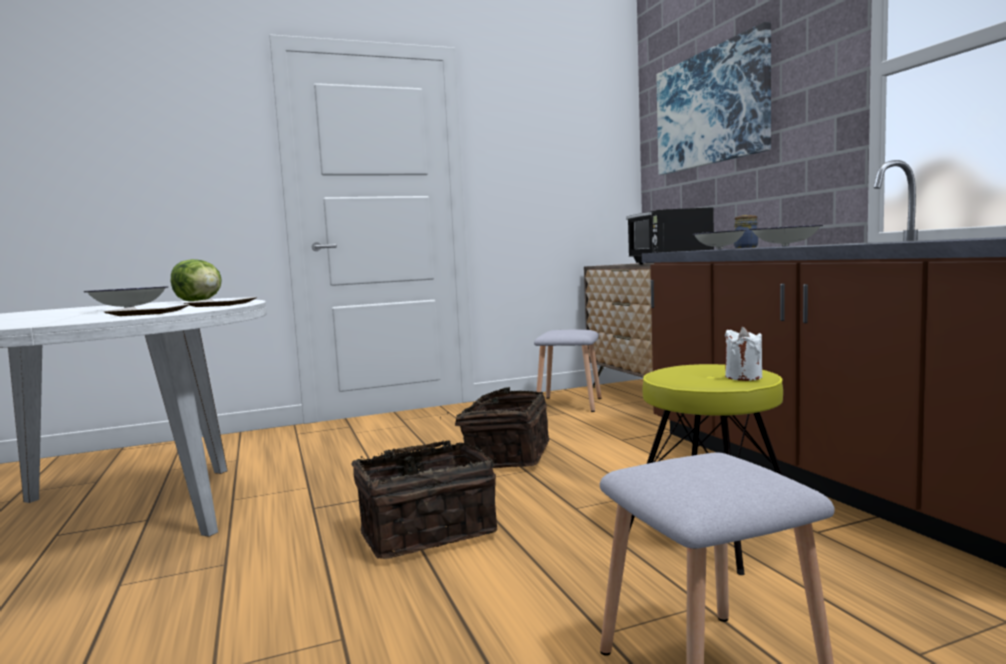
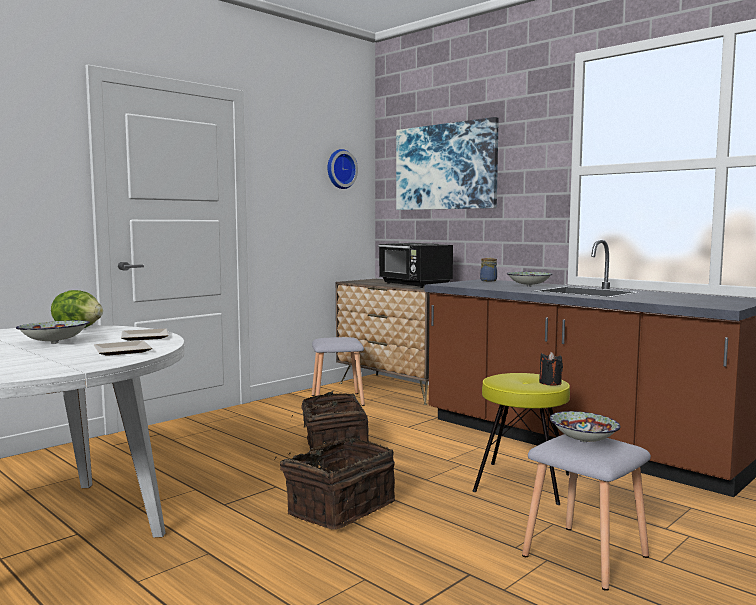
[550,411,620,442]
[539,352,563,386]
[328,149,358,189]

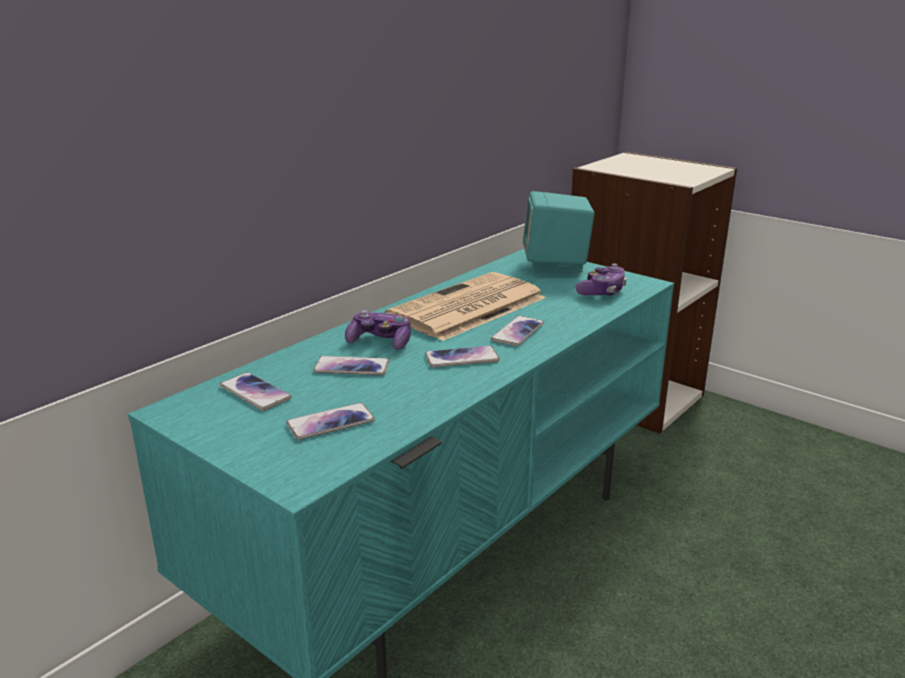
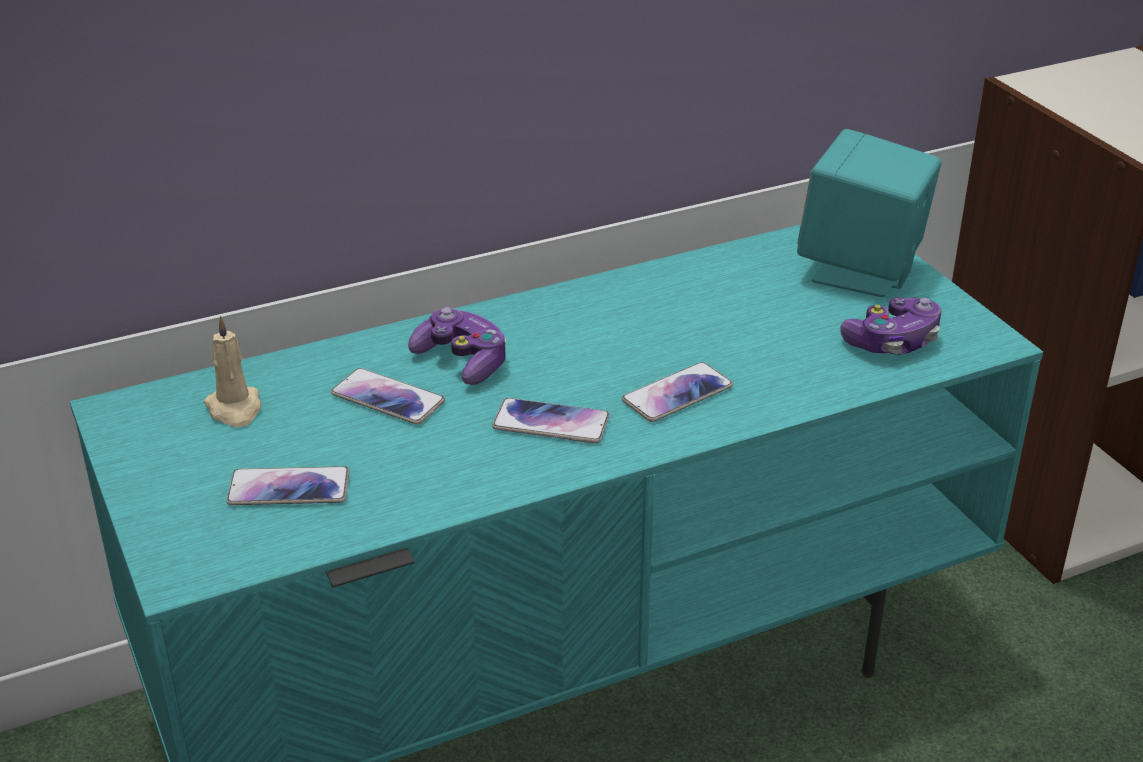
[385,272,546,341] (first image)
[204,315,261,427]

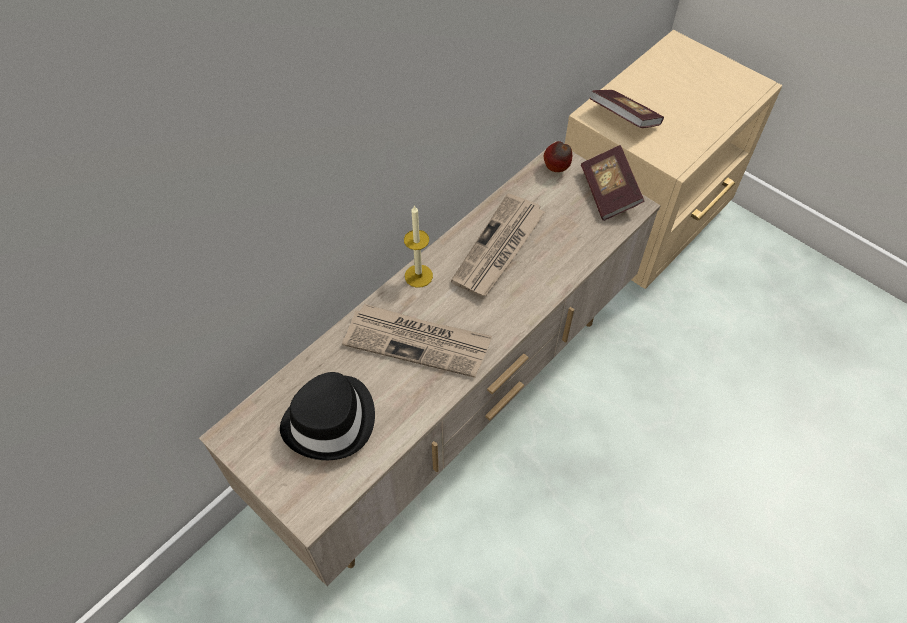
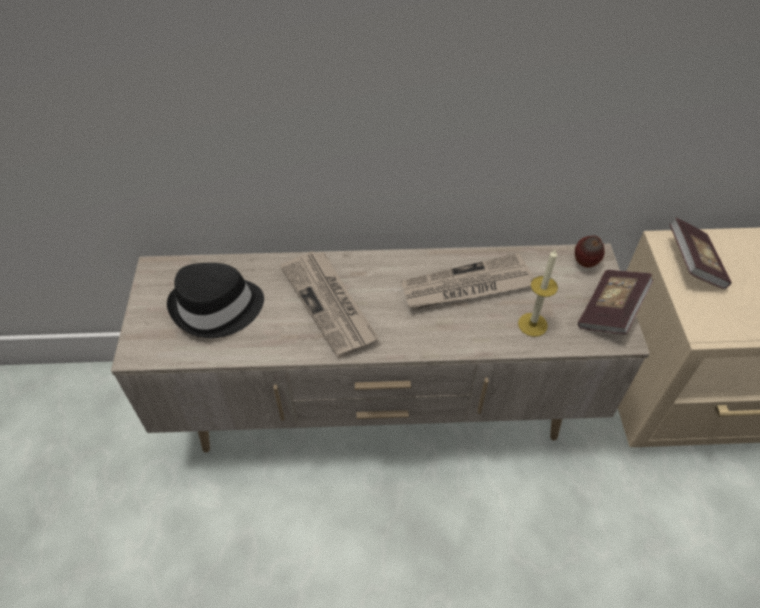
[518,248,558,337]

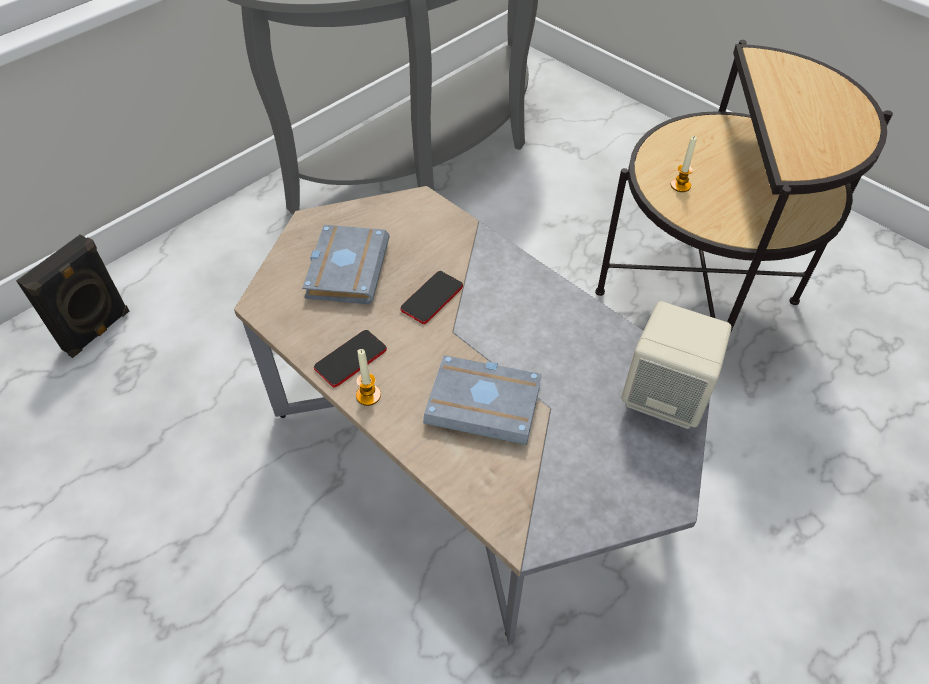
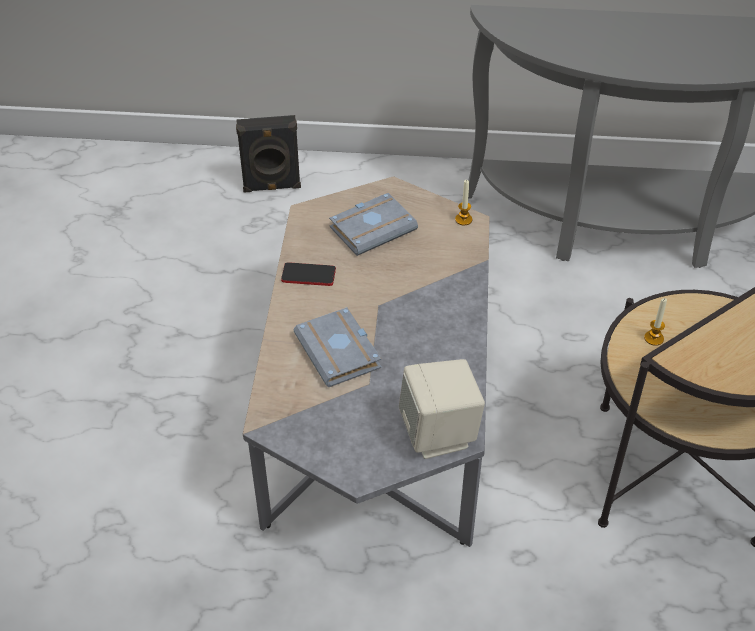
[400,271,463,324] (first image)
[455,180,472,225]

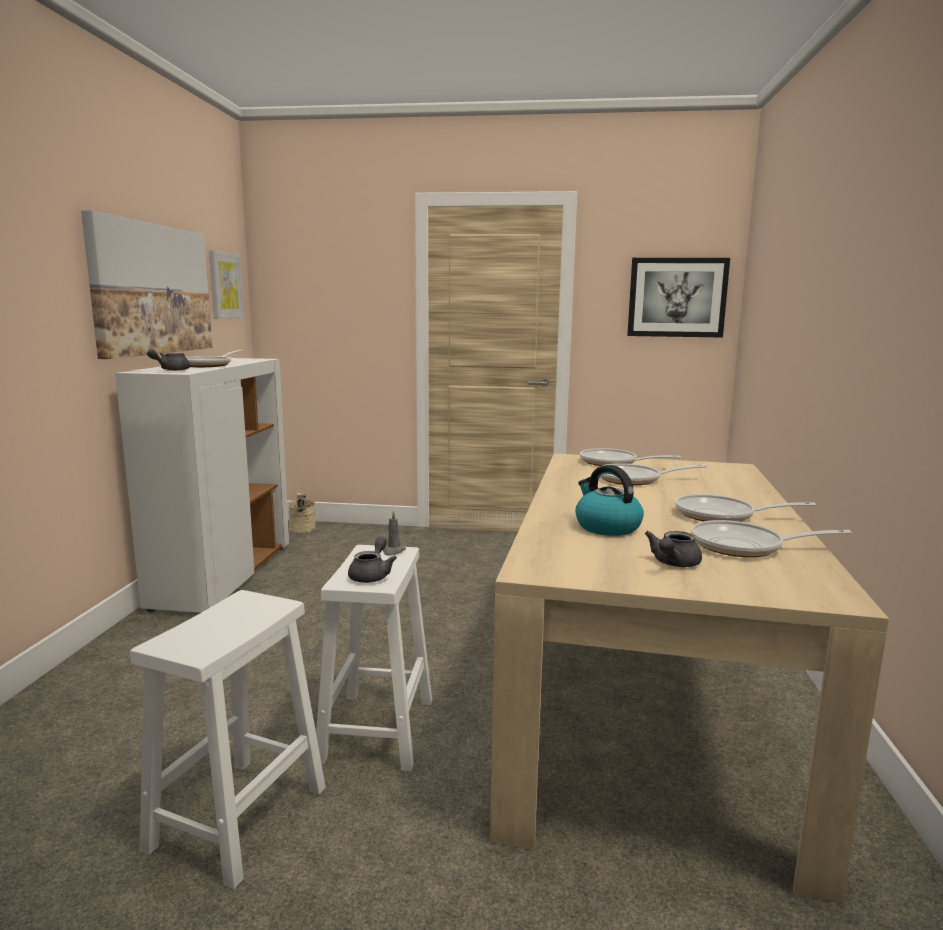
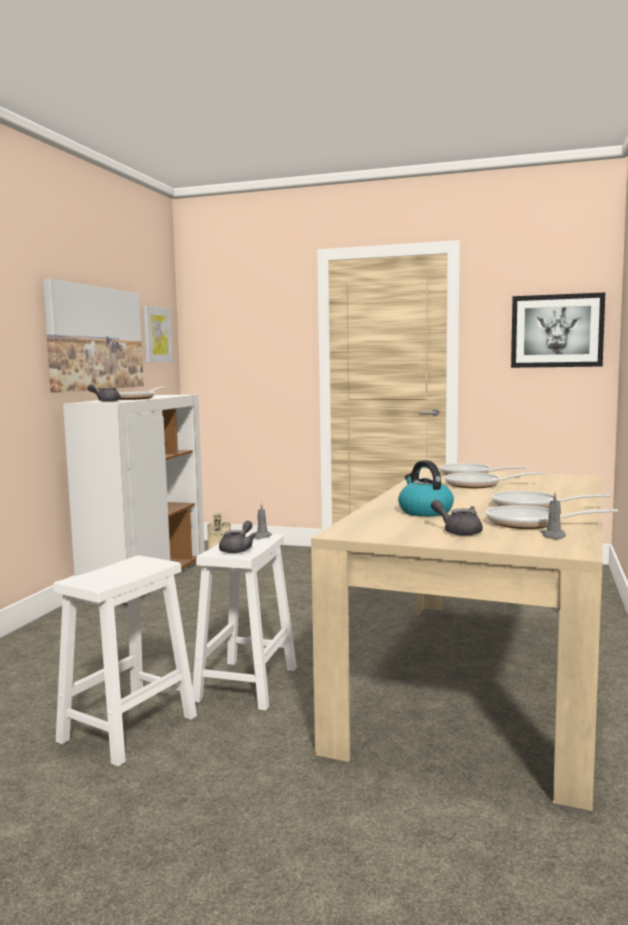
[431,500,483,536]
[541,492,566,540]

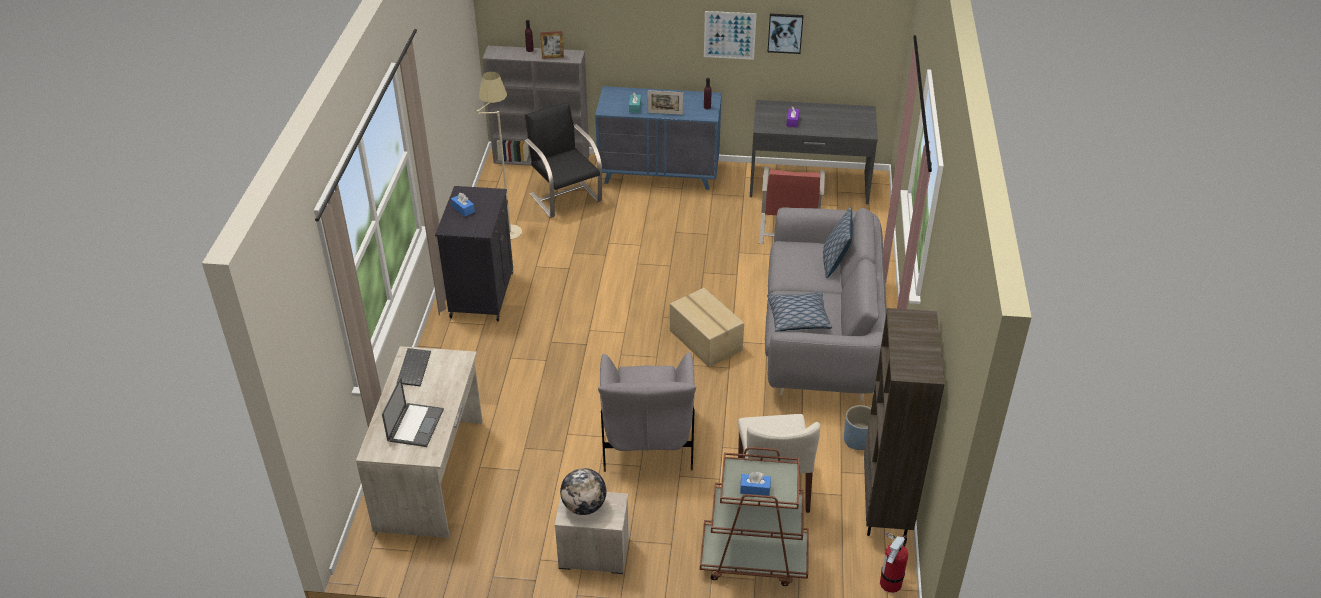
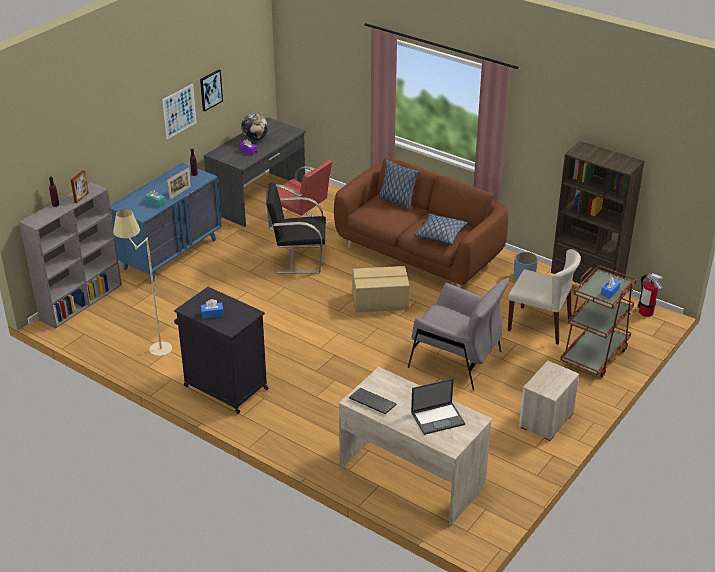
[267,182,326,274]
[334,157,508,288]
[411,379,465,435]
[241,113,268,141]

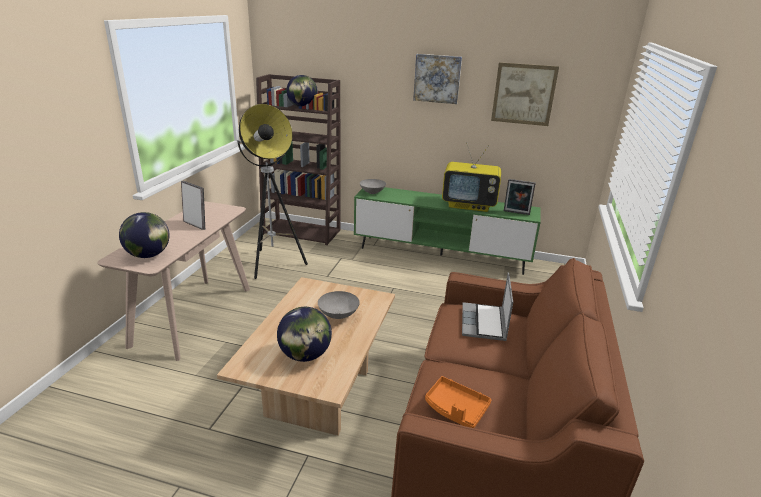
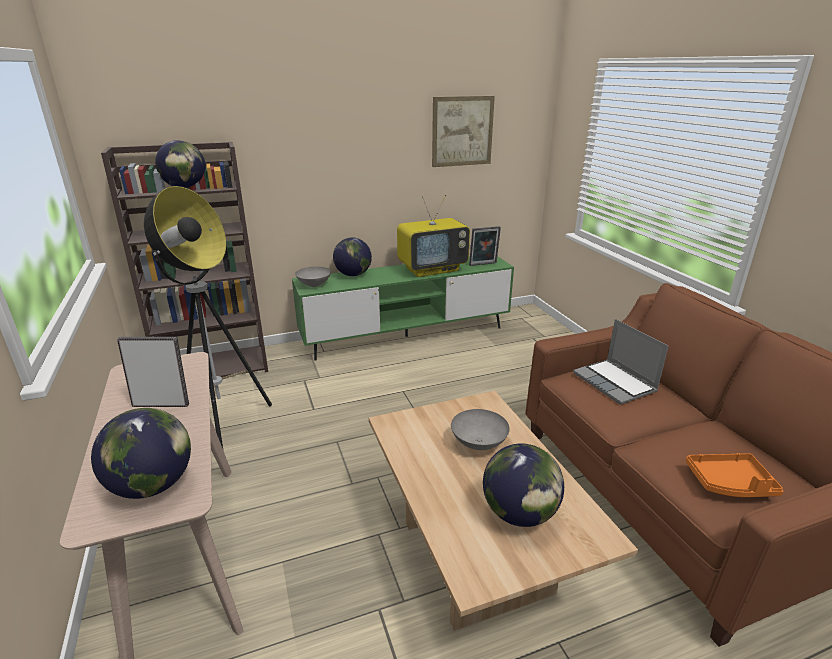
[413,54,462,104] (first image)
[333,237,372,276]

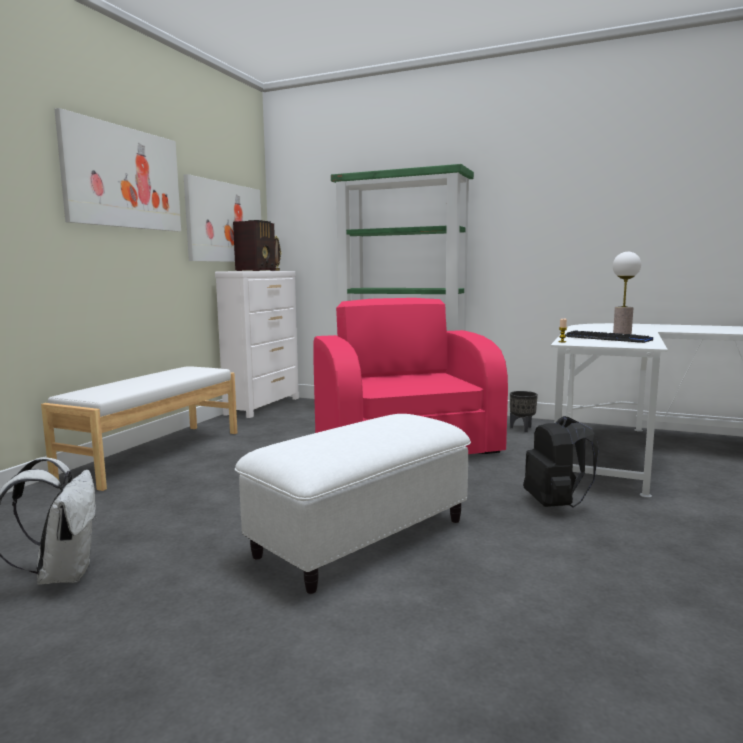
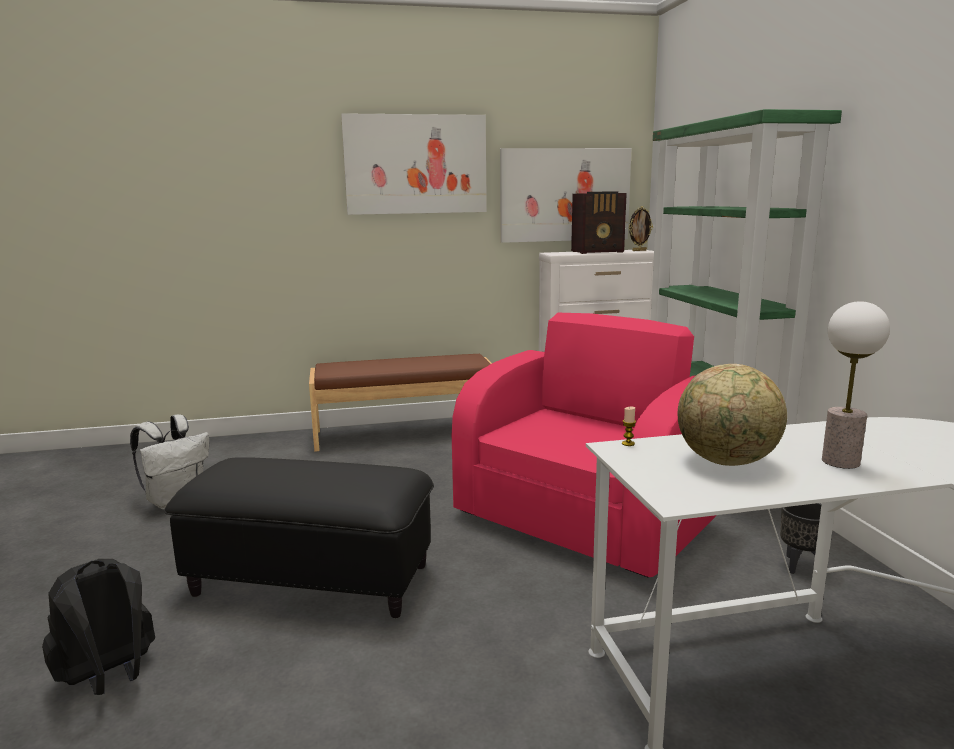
[677,364,787,466]
[309,354,492,452]
[164,457,434,618]
[42,559,155,695]

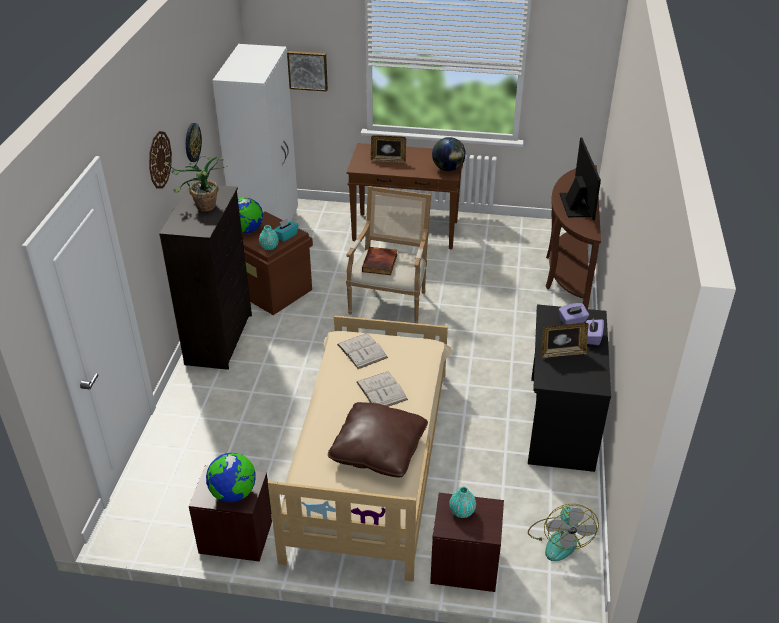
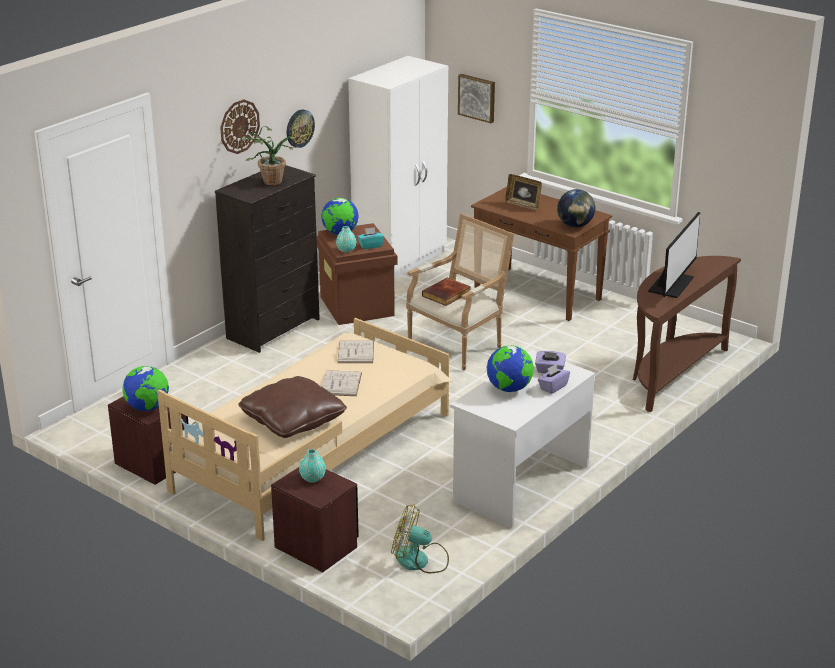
[450,350,595,528]
[487,345,534,392]
[391,504,449,573]

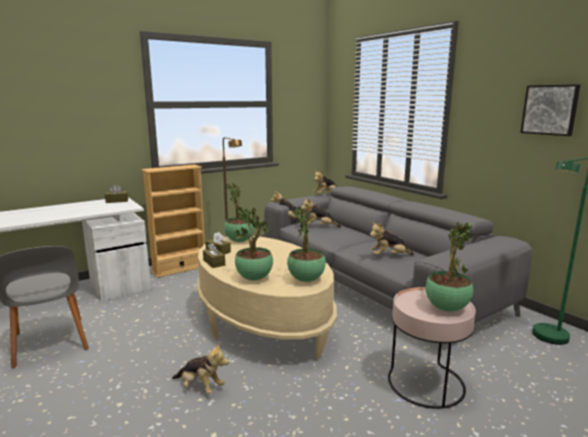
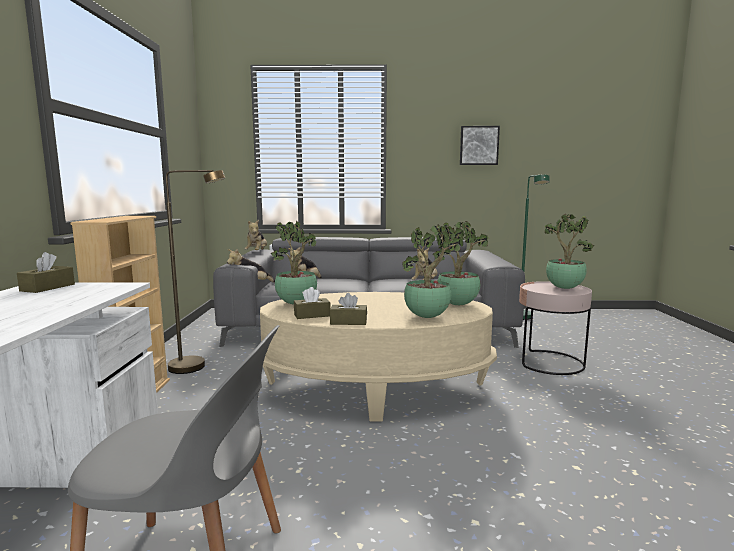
[172,343,229,394] (first image)

